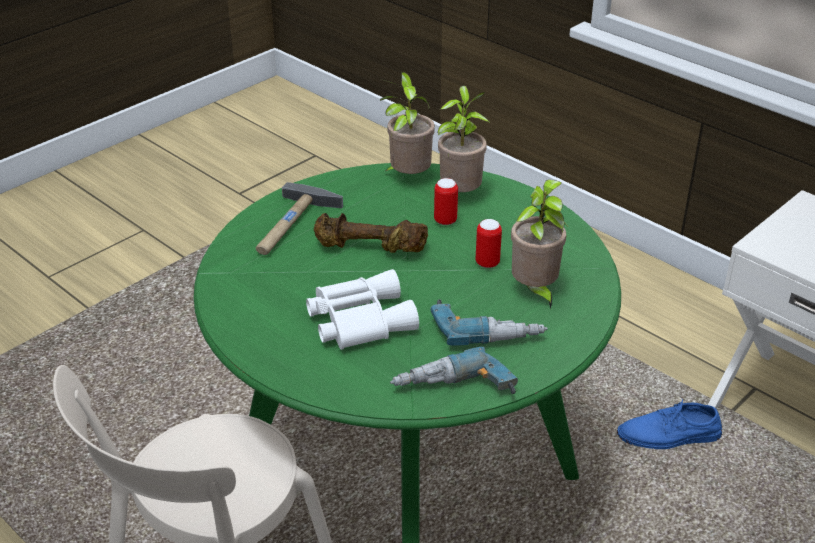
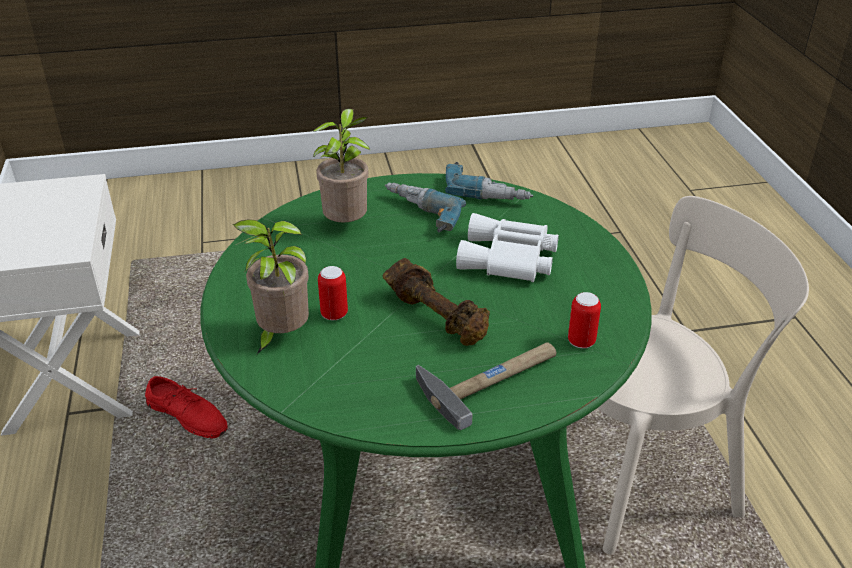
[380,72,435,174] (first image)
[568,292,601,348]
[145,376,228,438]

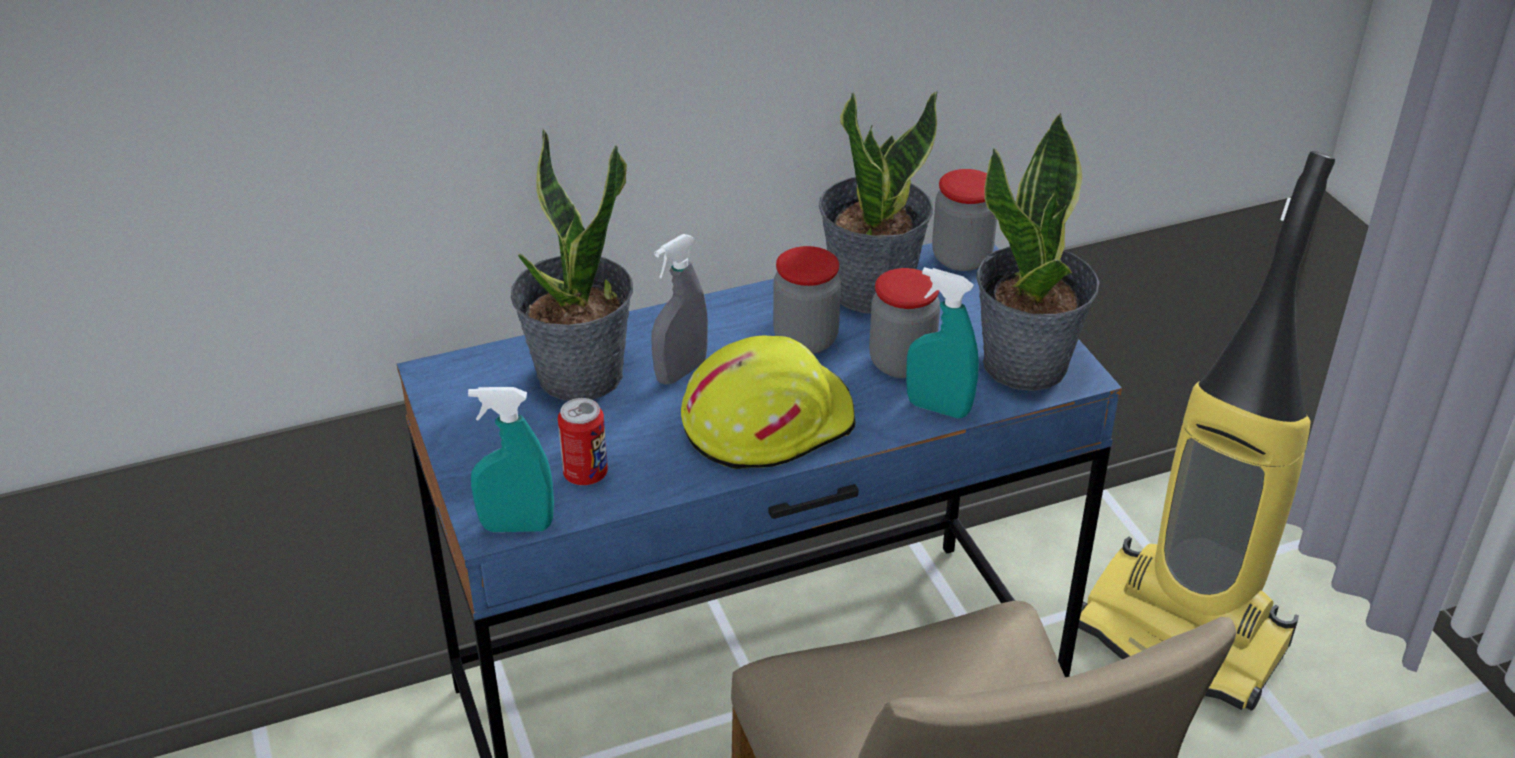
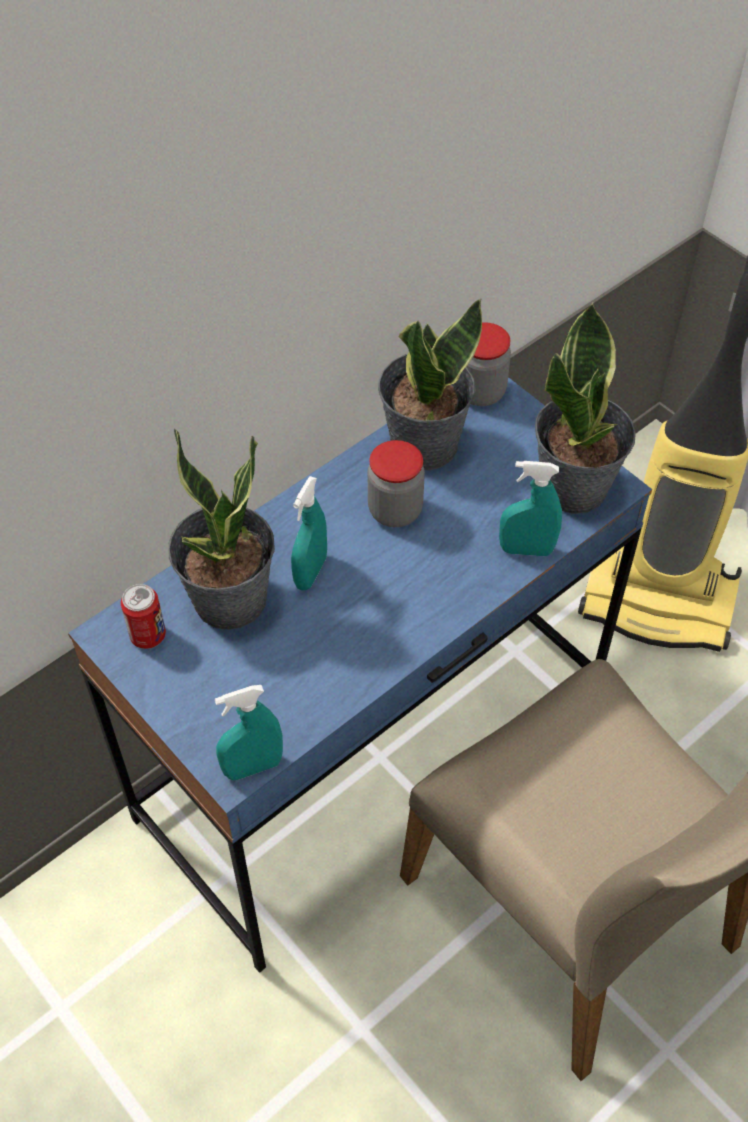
[291,476,327,590]
[869,268,940,378] (first image)
[681,336,856,469] (first image)
[121,584,166,649]

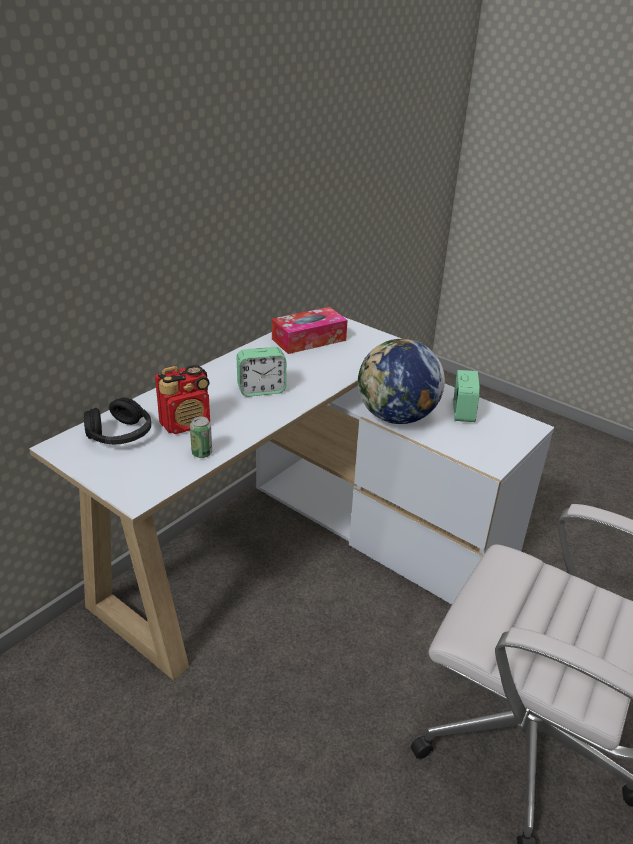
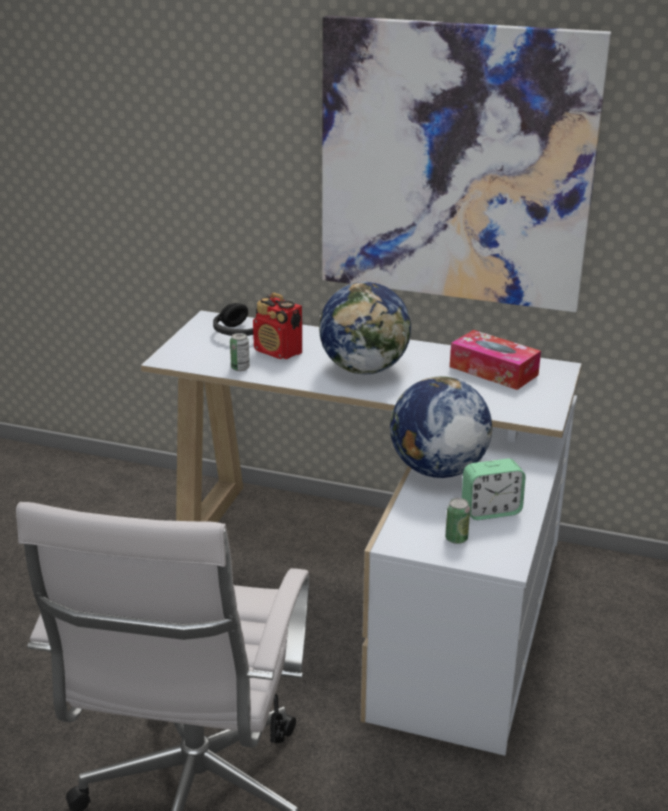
[319,282,411,375]
[322,15,611,312]
[445,498,470,544]

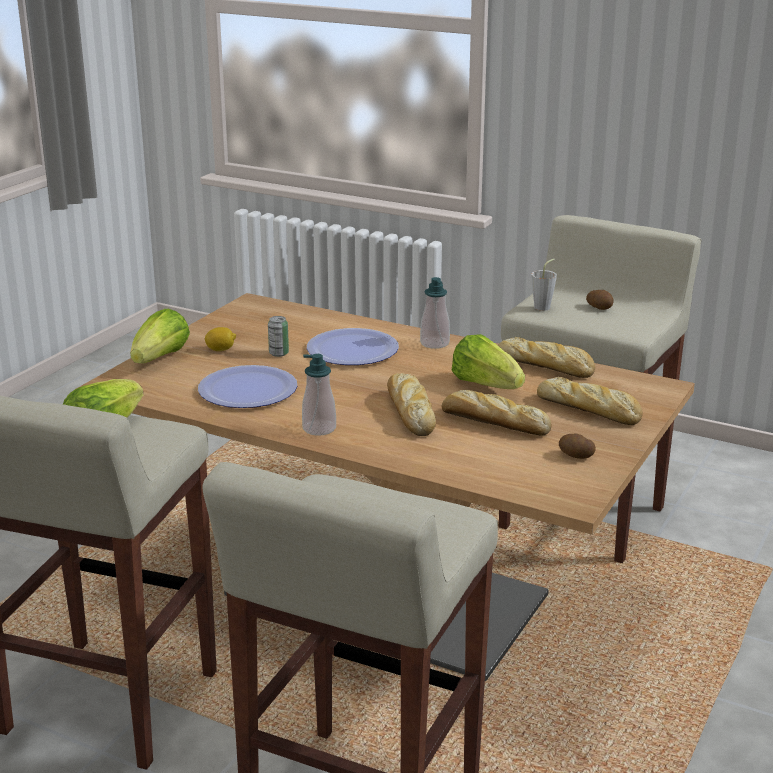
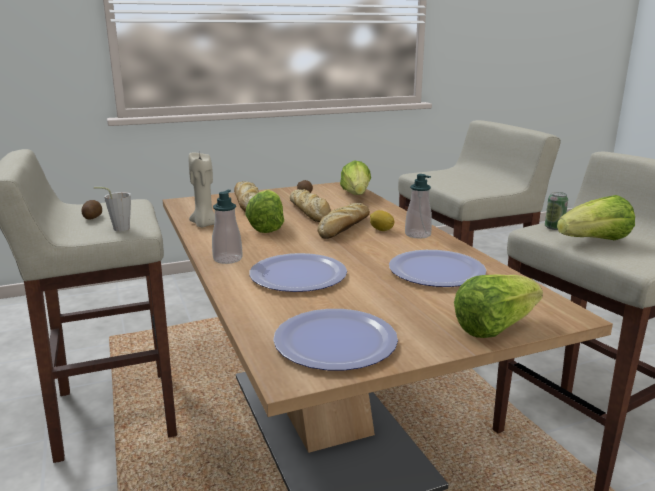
[545,192,568,230]
[370,210,395,231]
[189,153,215,227]
[340,160,371,195]
[273,309,398,370]

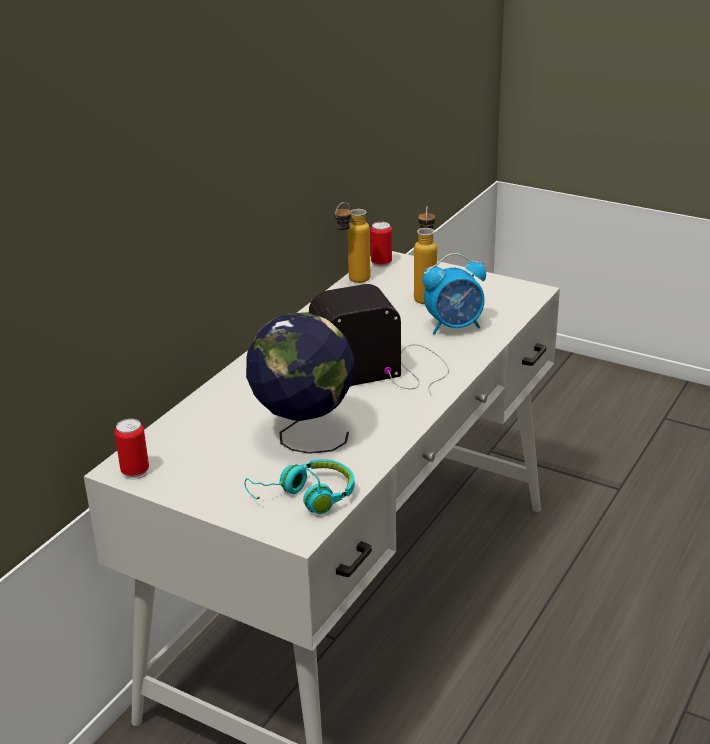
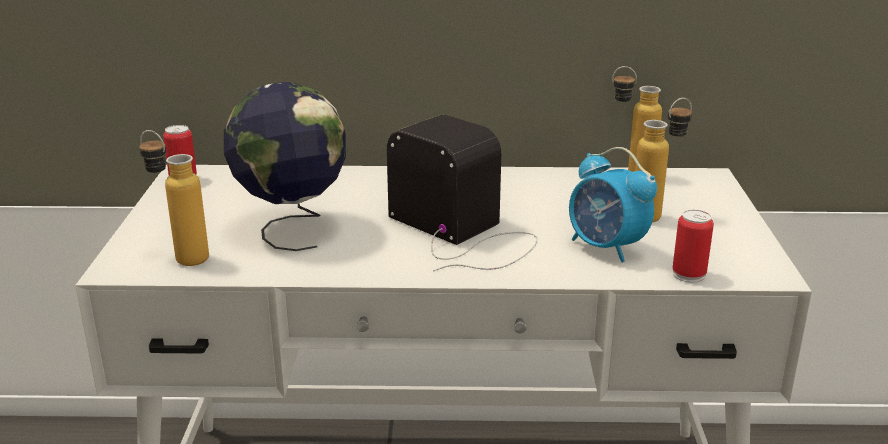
[672,209,714,283]
[139,130,209,266]

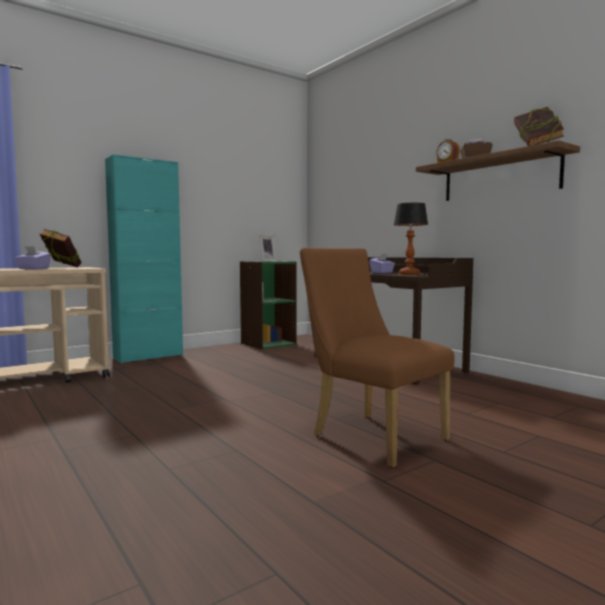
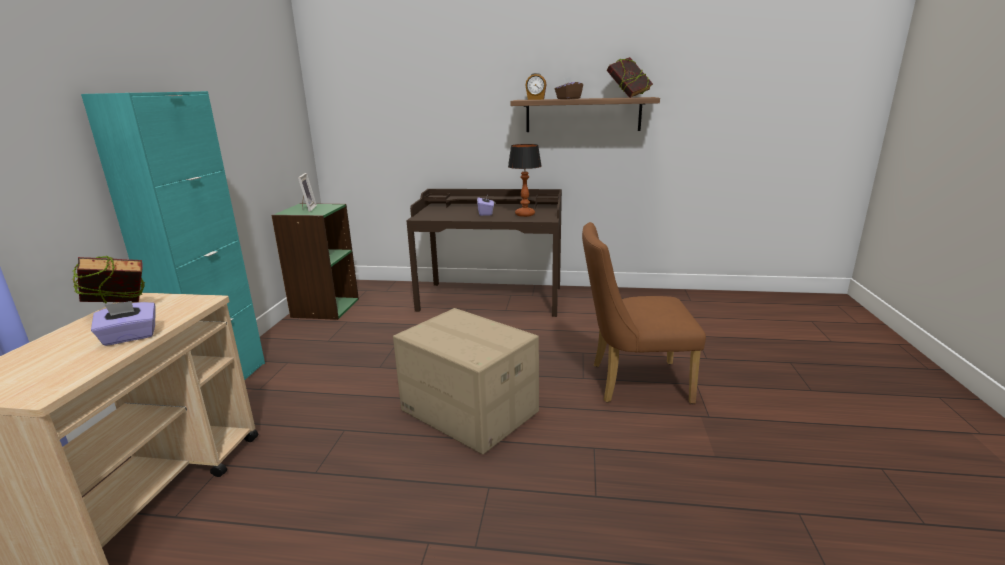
[393,308,539,455]

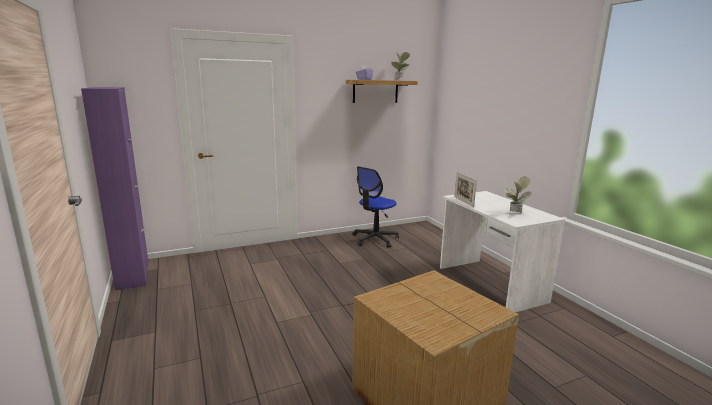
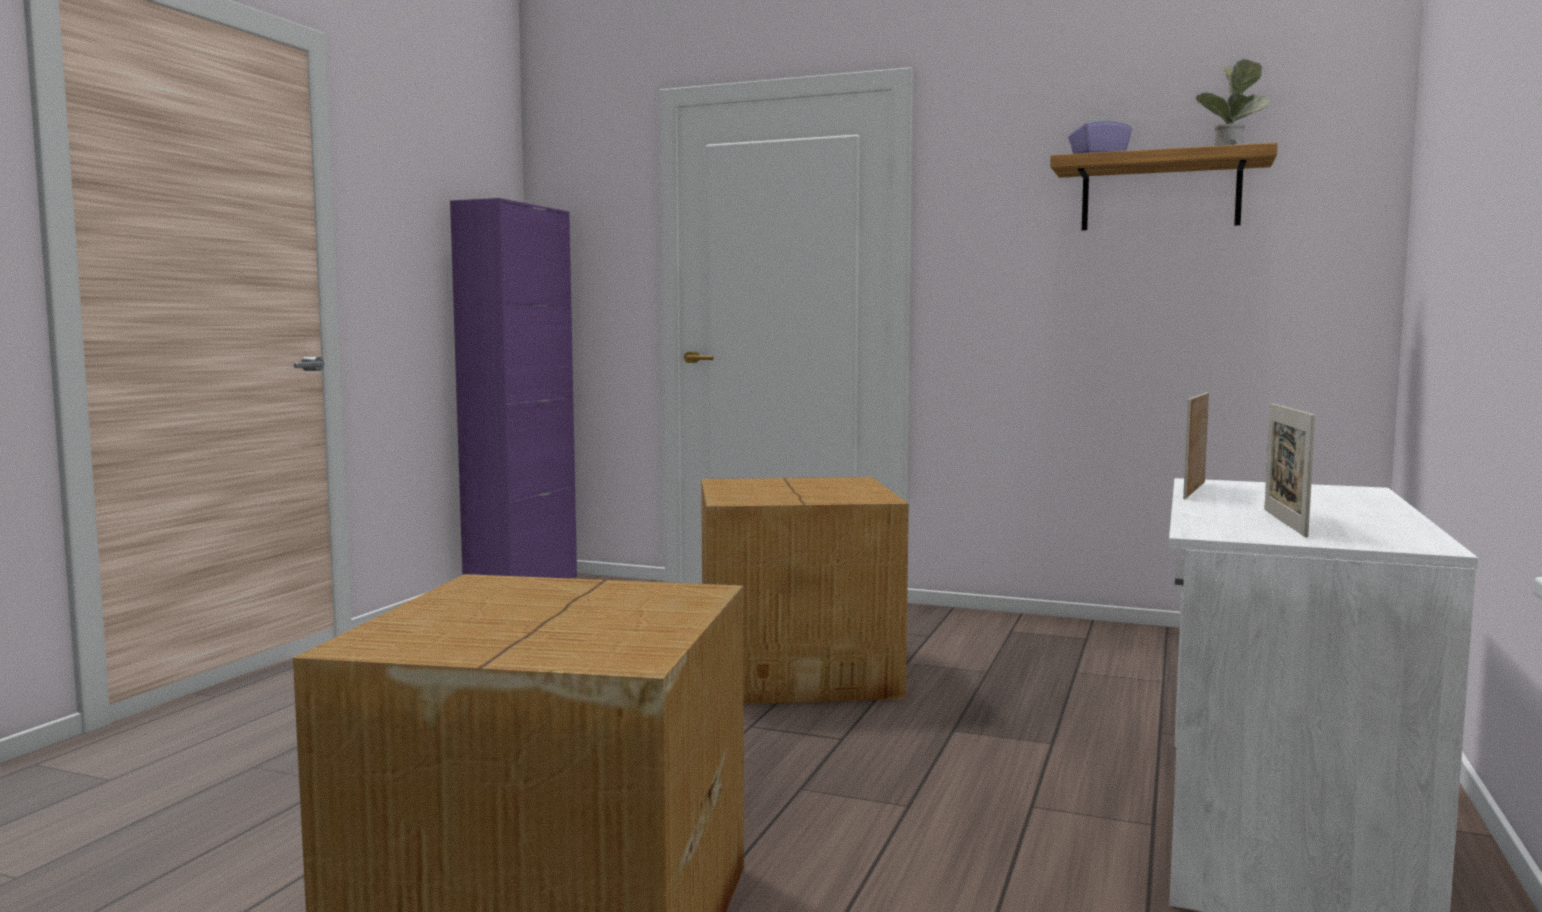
[352,166,399,248] (first image)
[1264,403,1315,537]
[701,477,909,704]

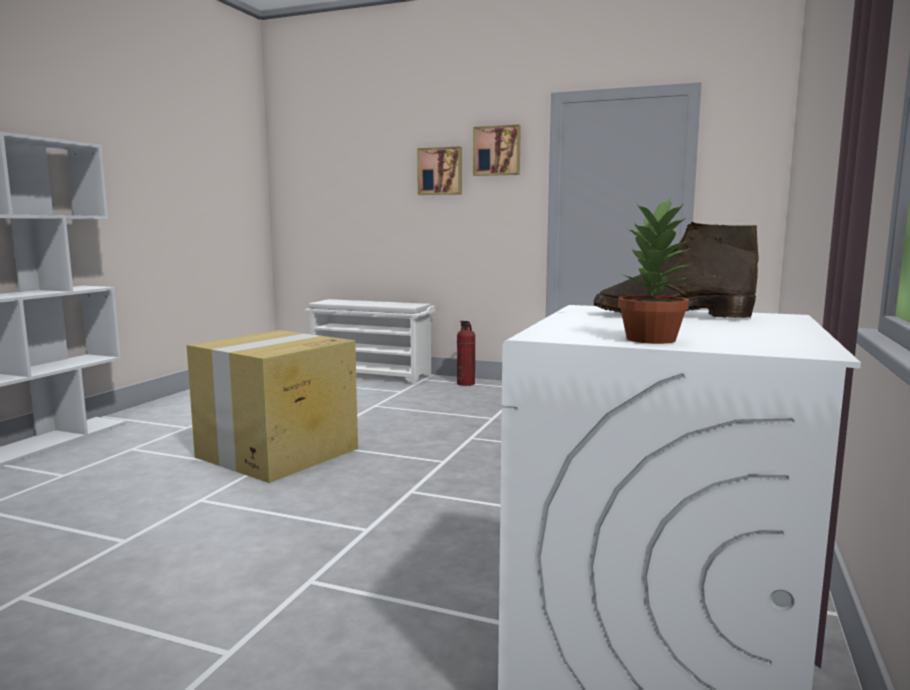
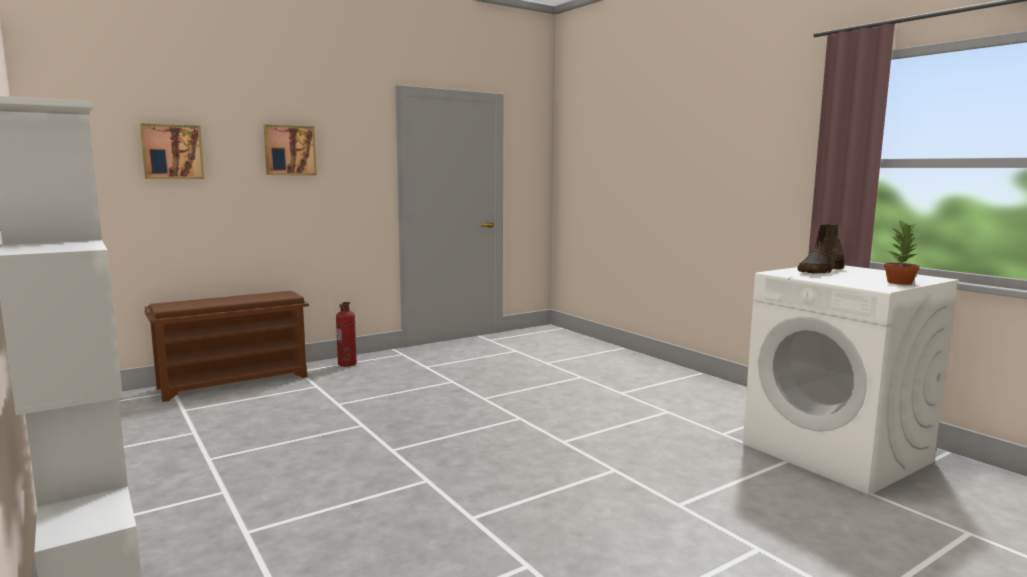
[140,124,204,179]
[145,291,309,402]
[187,330,358,483] (first image)

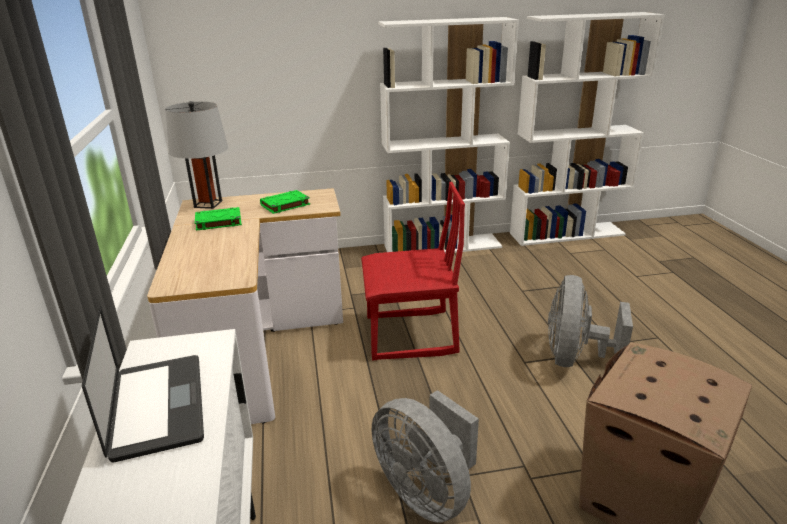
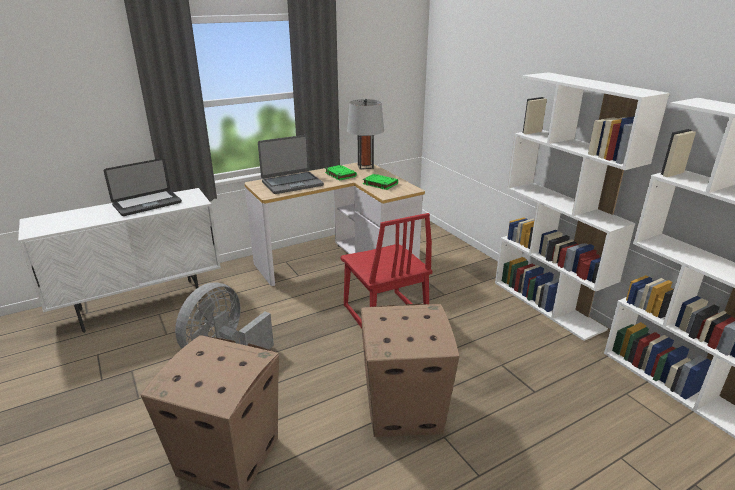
[361,304,459,437]
[258,135,324,194]

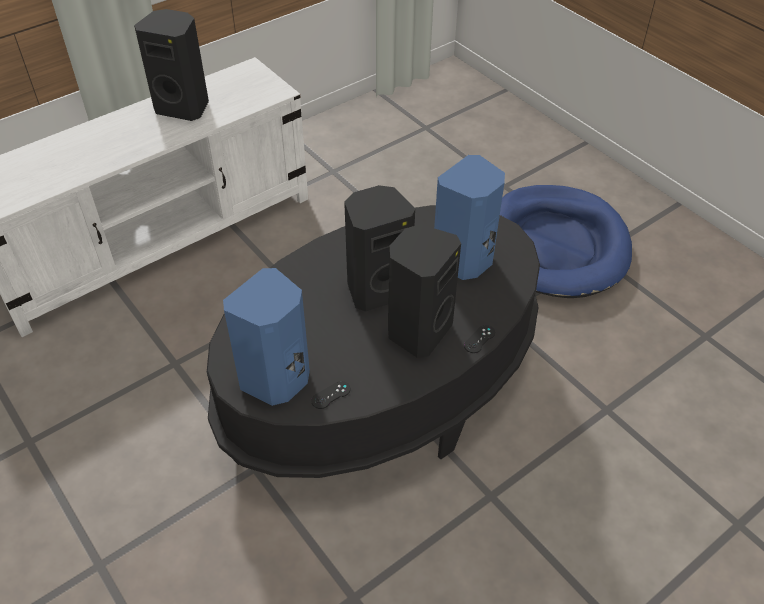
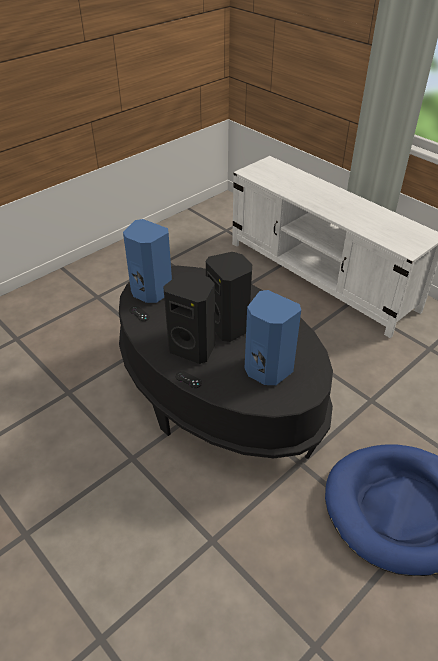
[134,9,209,121] (first image)

